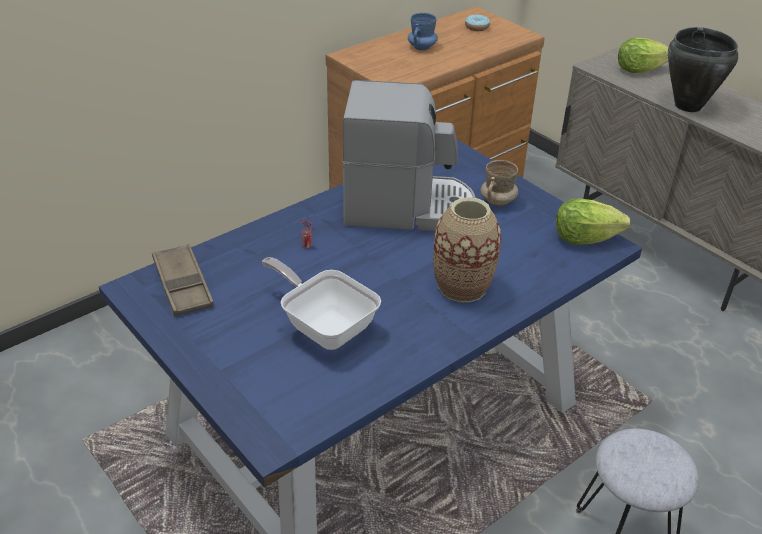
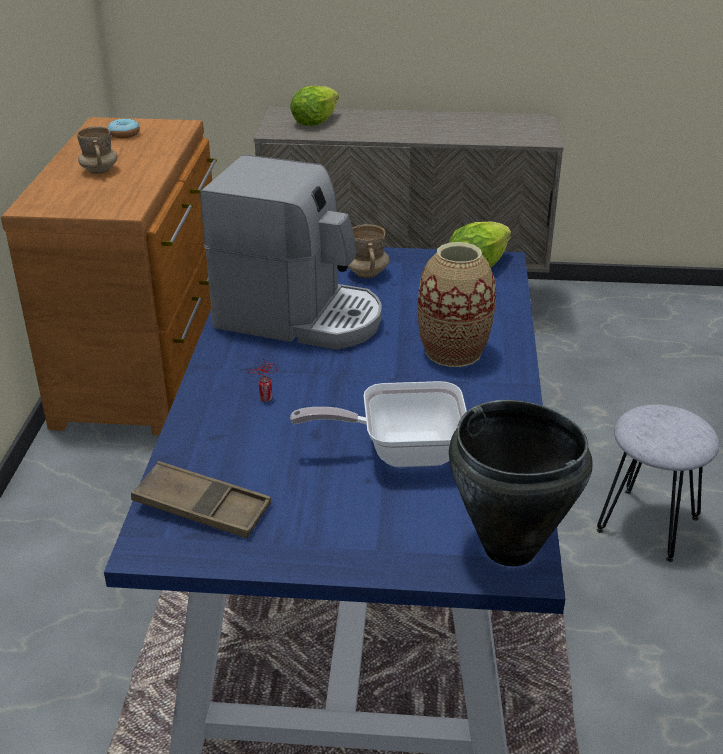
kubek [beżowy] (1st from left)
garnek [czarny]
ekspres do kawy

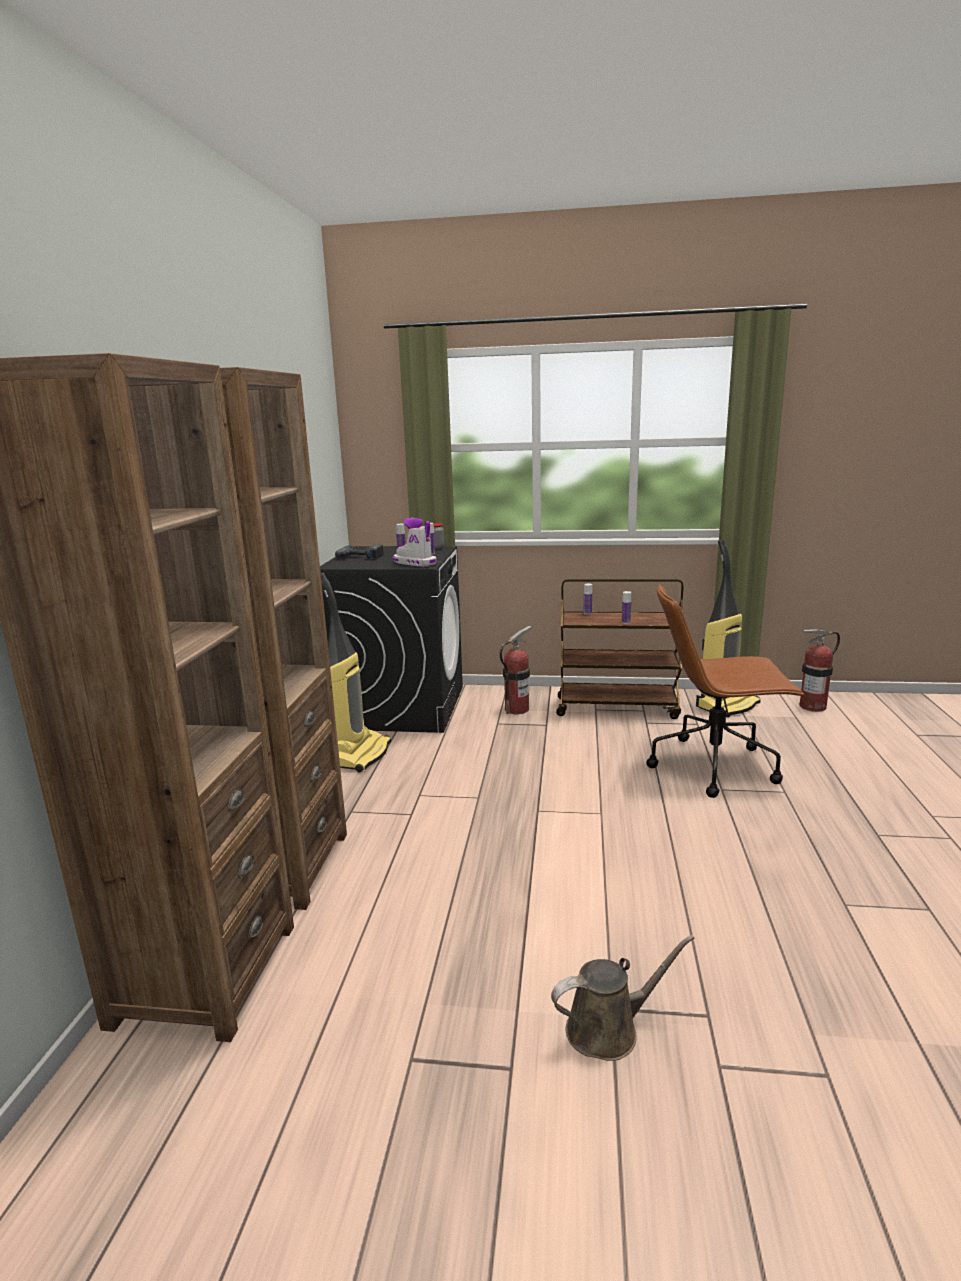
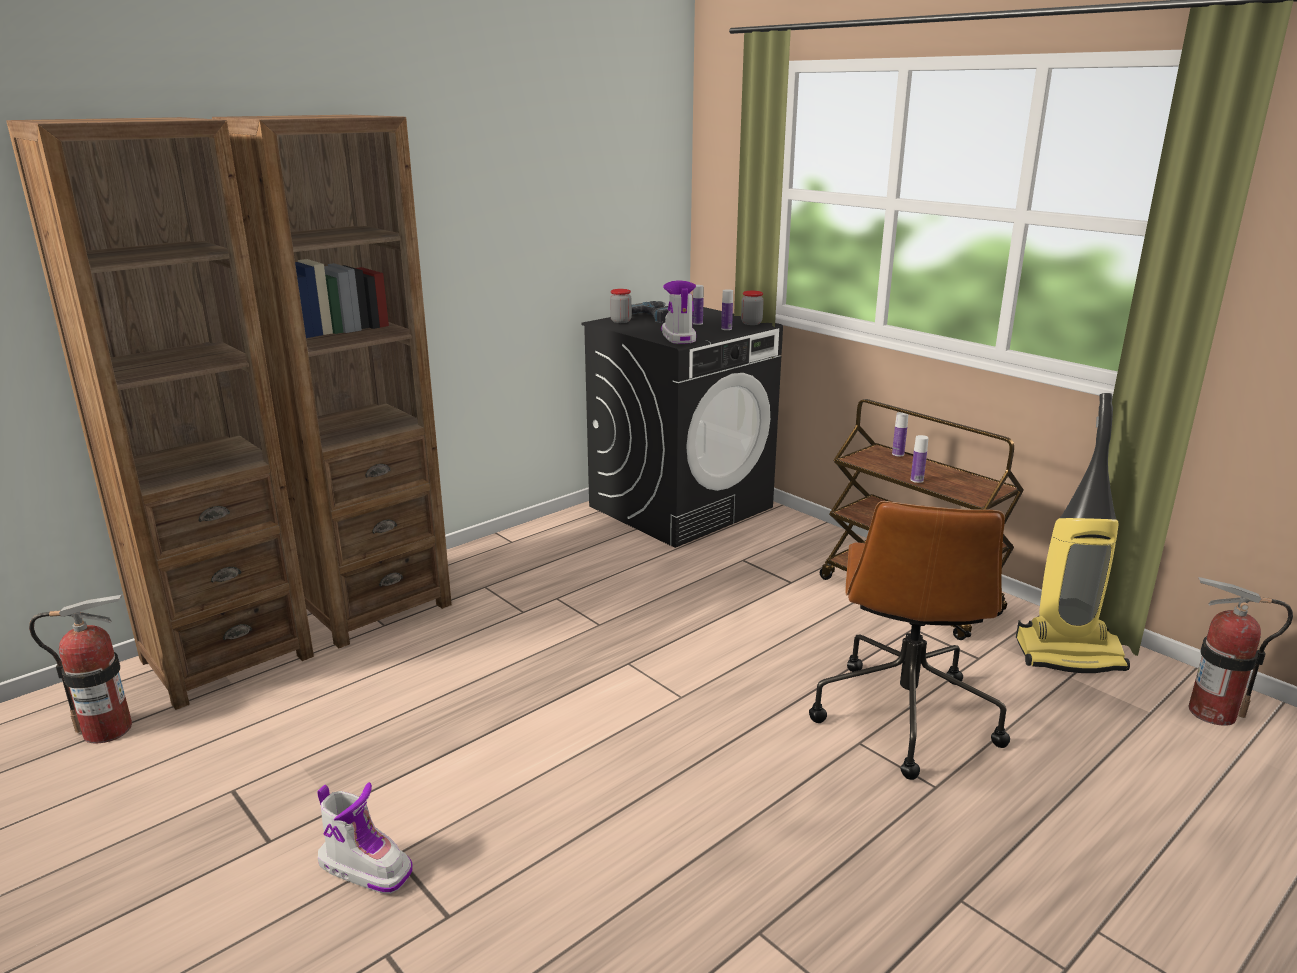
odkurzacz (1st from left in the first image)
krzesło biurowe [brązowy]
gaśnica (1st from left)
but z cholewką (1st from left)
słoik (1st from left)

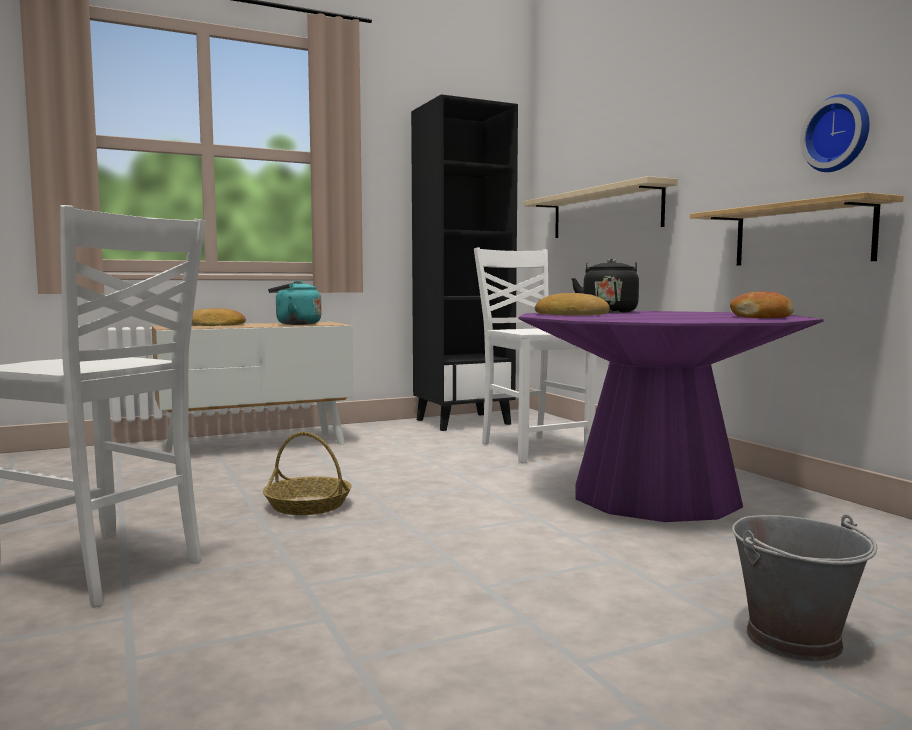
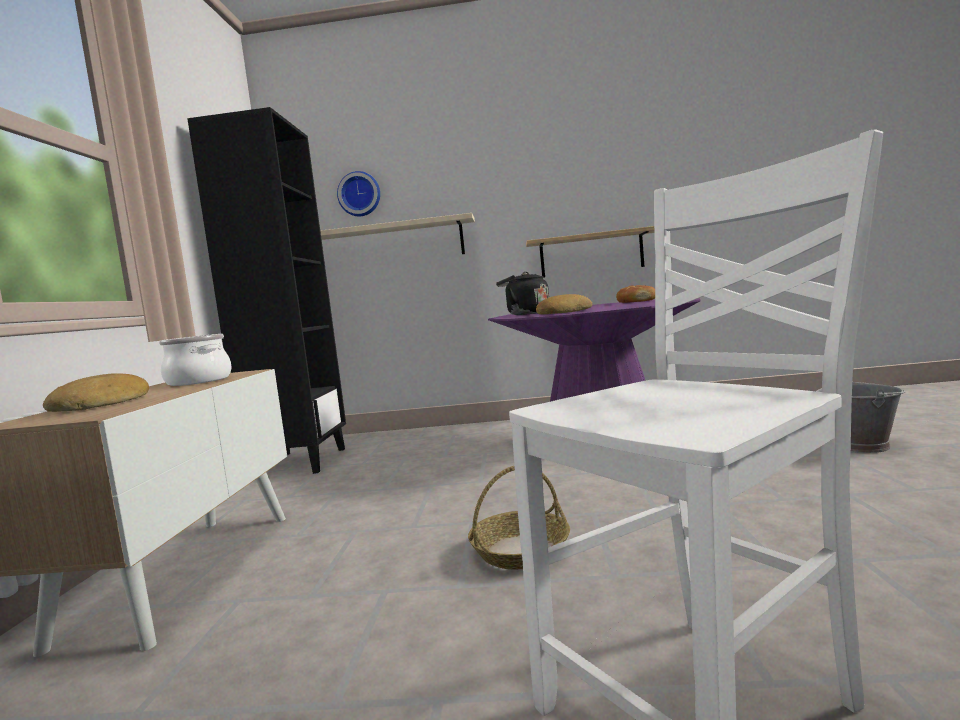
zegar ścienny
krzesło [biały] (2nd from left in the first image)
garnek

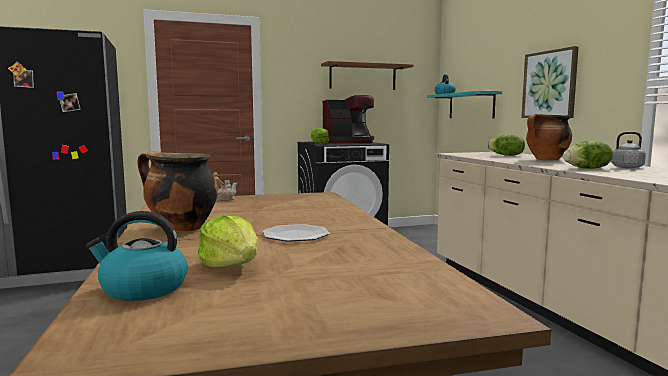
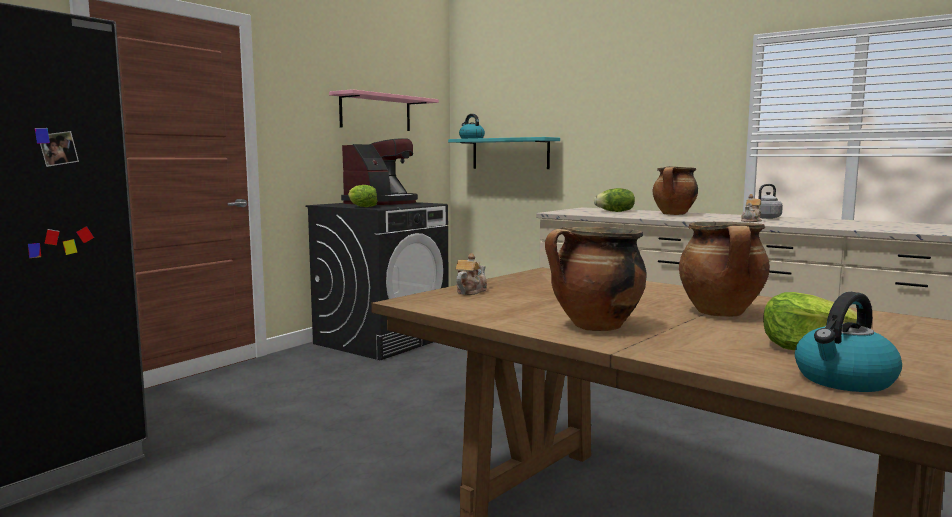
obraz
półka [różowy]
imbryk (2nd from left)
garnek (3rd from left)

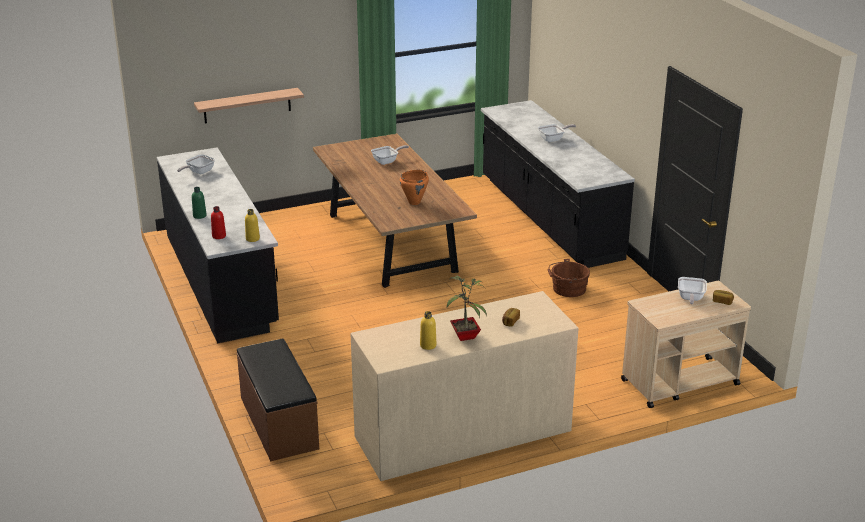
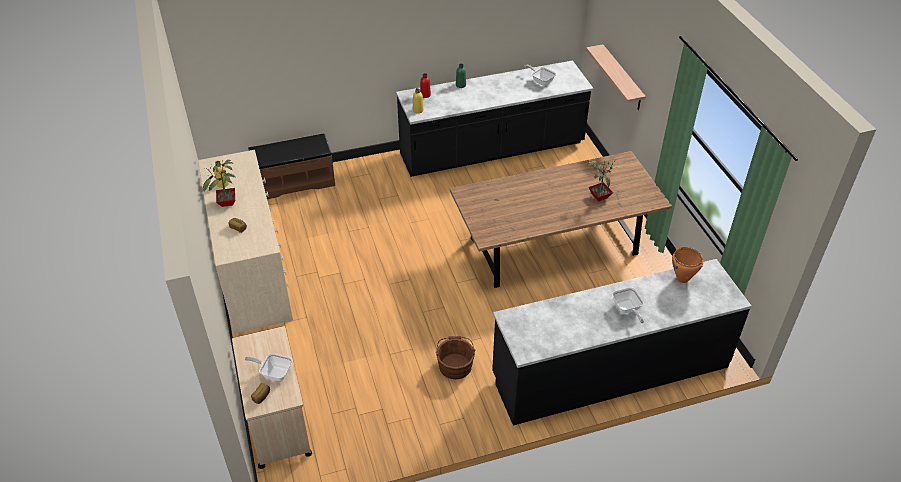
roślina doniczkowa (2nd from left)
garnek [pomarańczowy]

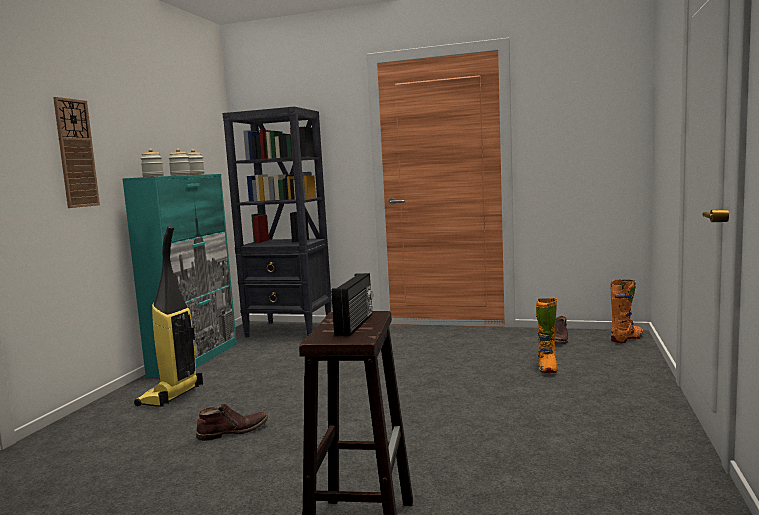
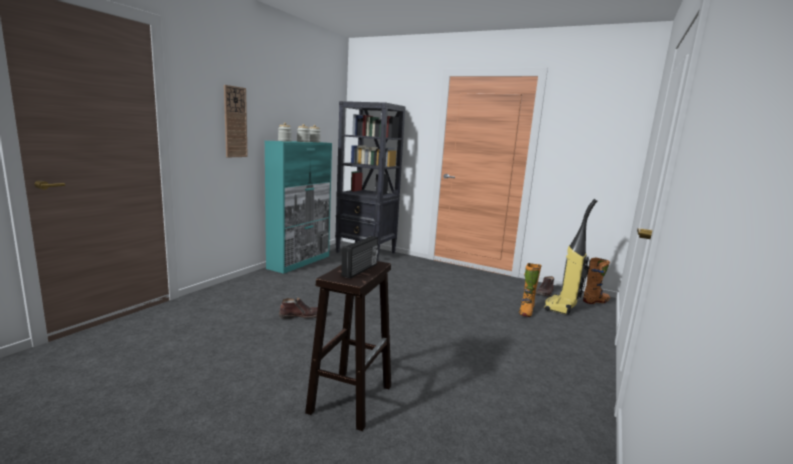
odkurzacz

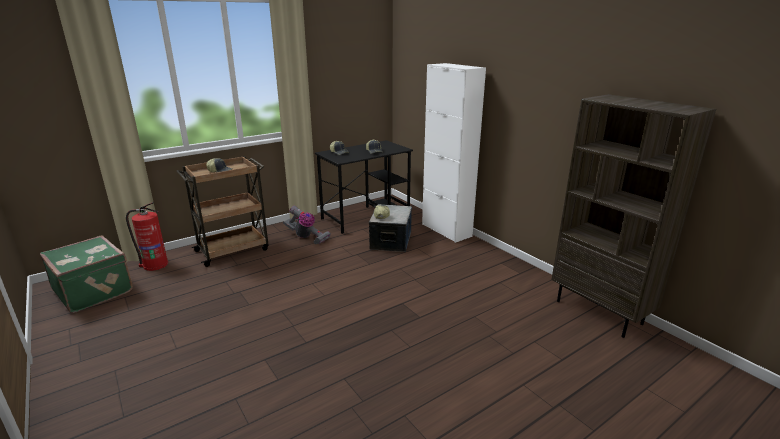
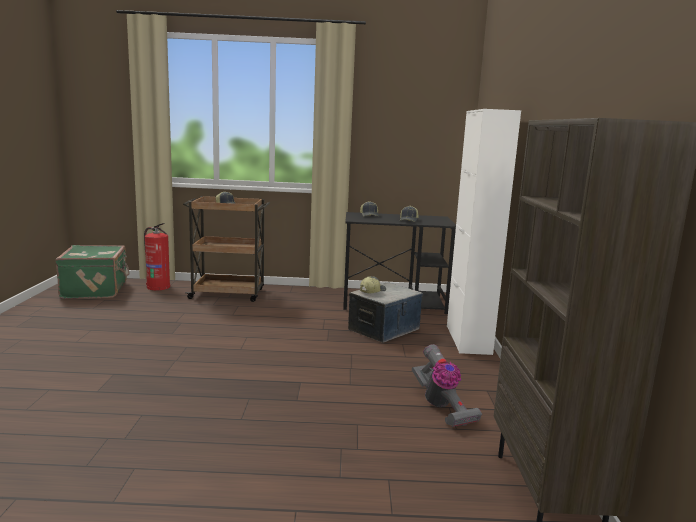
odkurzacz

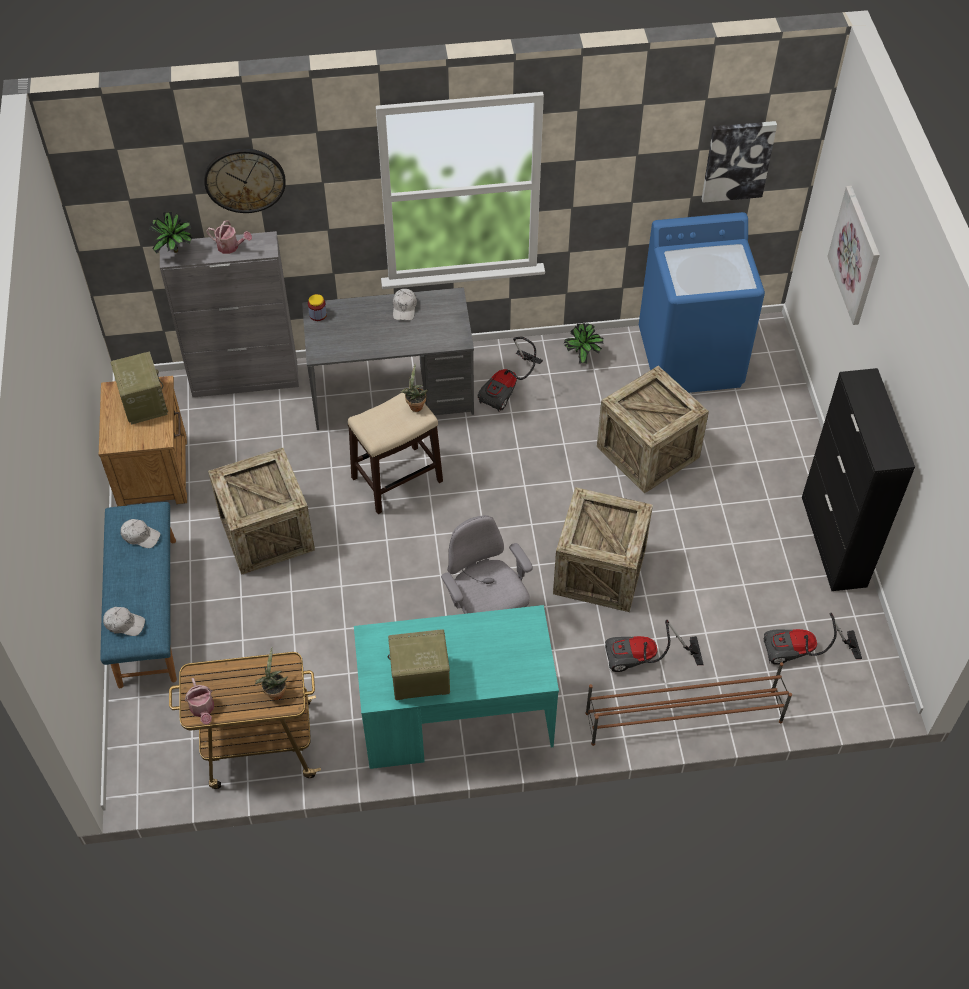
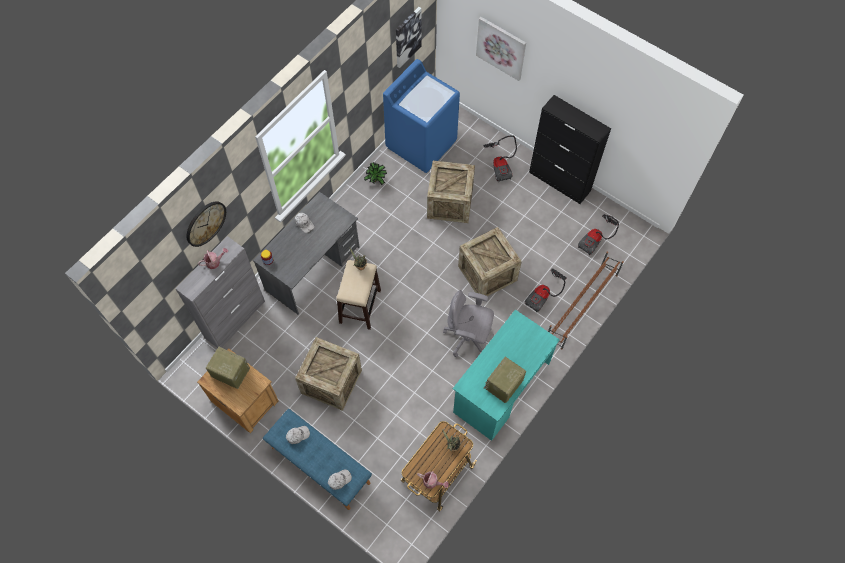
roślina doniczkowa (1st from left in the first image)
odkurzacz (1st from left)

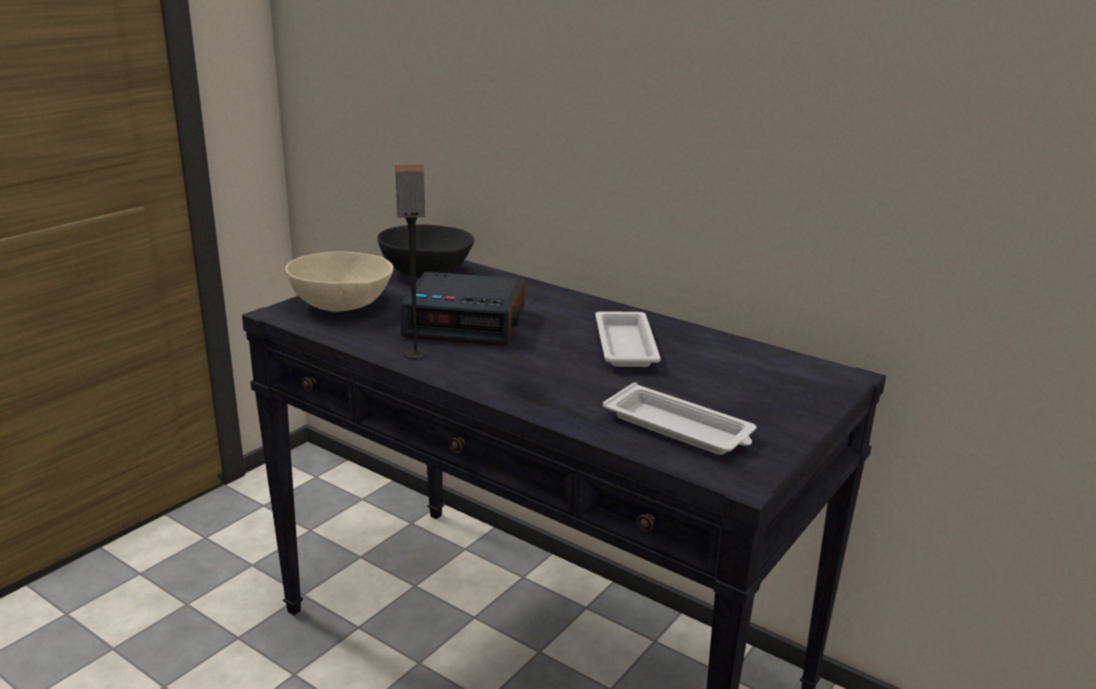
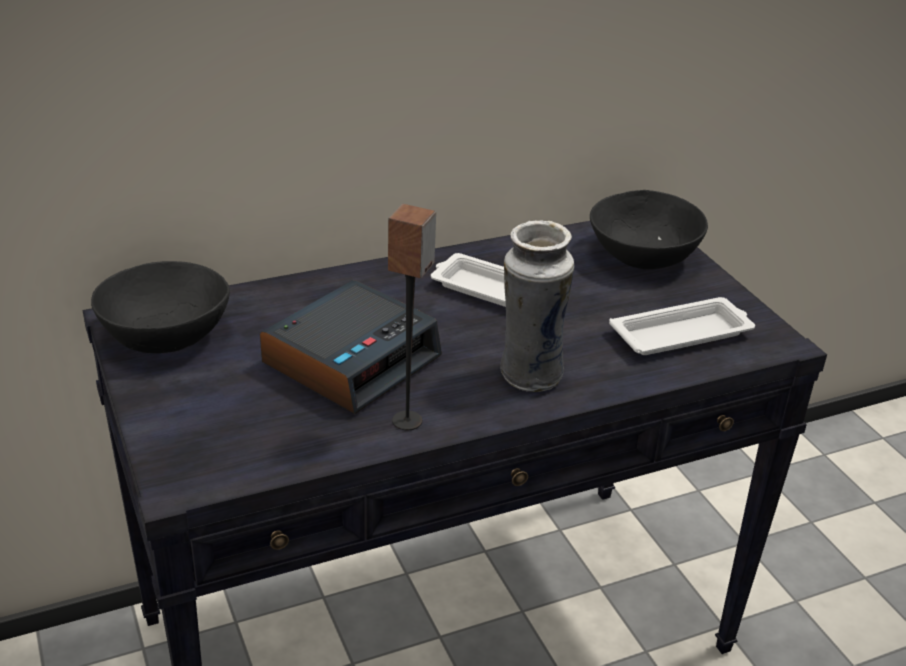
miska [beżowy]
miska [czarny] (2nd from left)
wazon

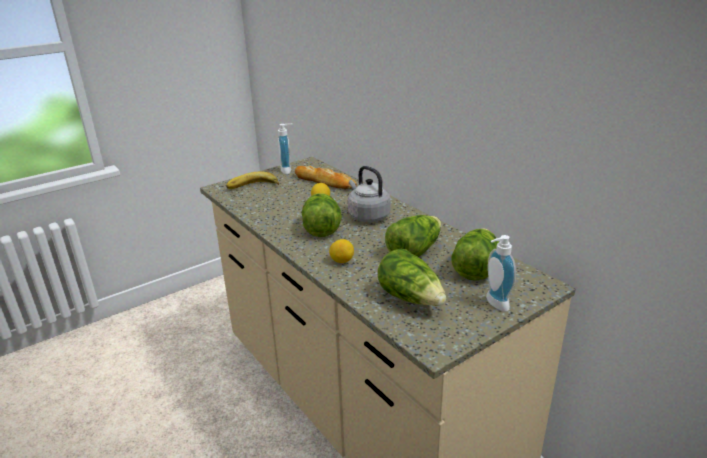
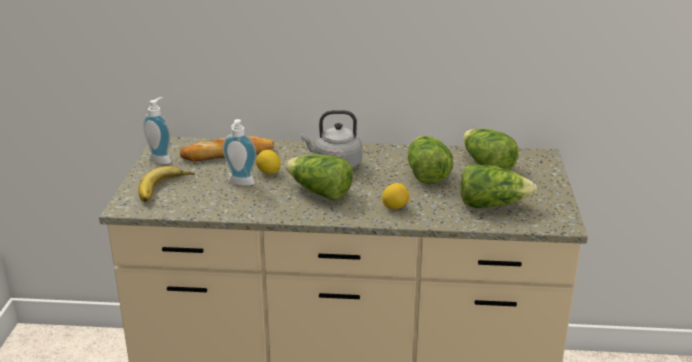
dozownik mydła (2nd from left)

